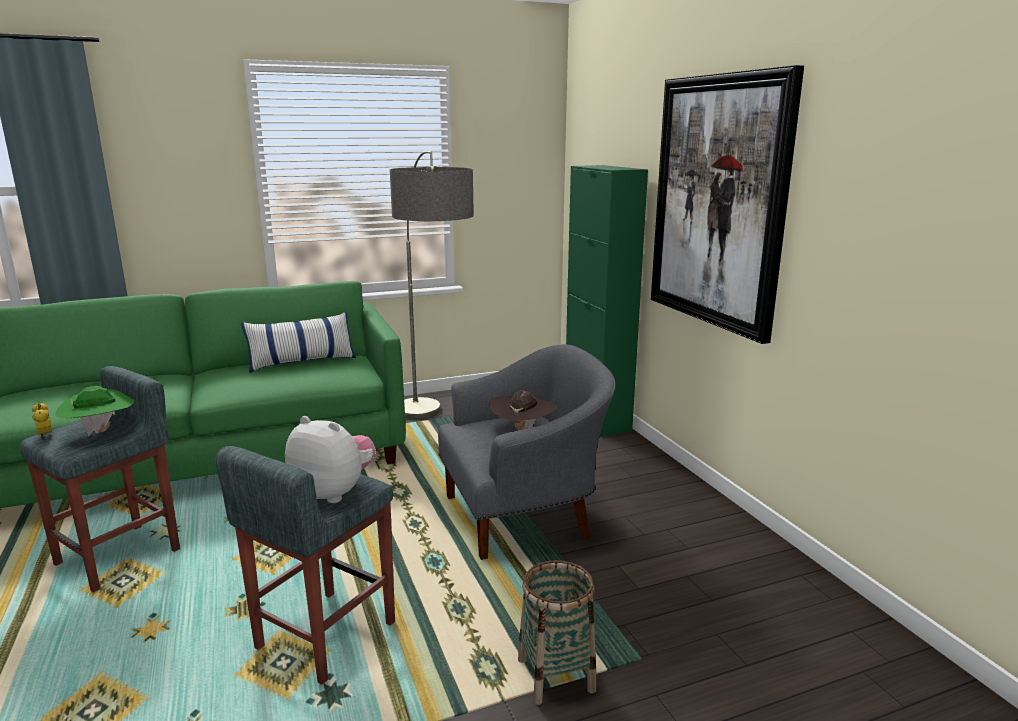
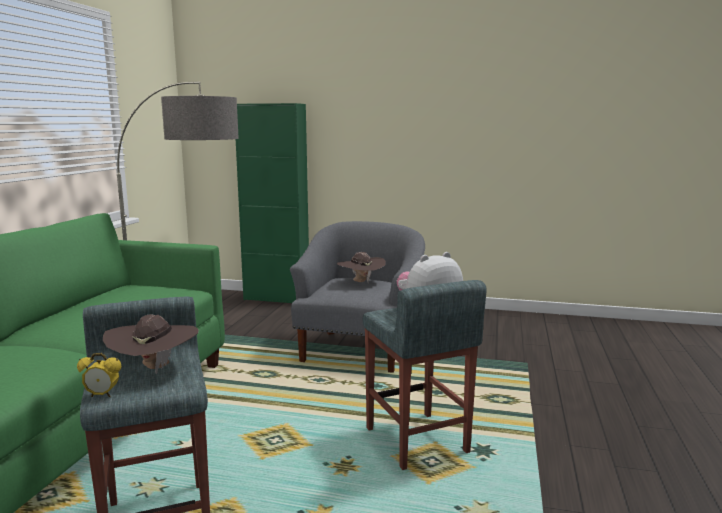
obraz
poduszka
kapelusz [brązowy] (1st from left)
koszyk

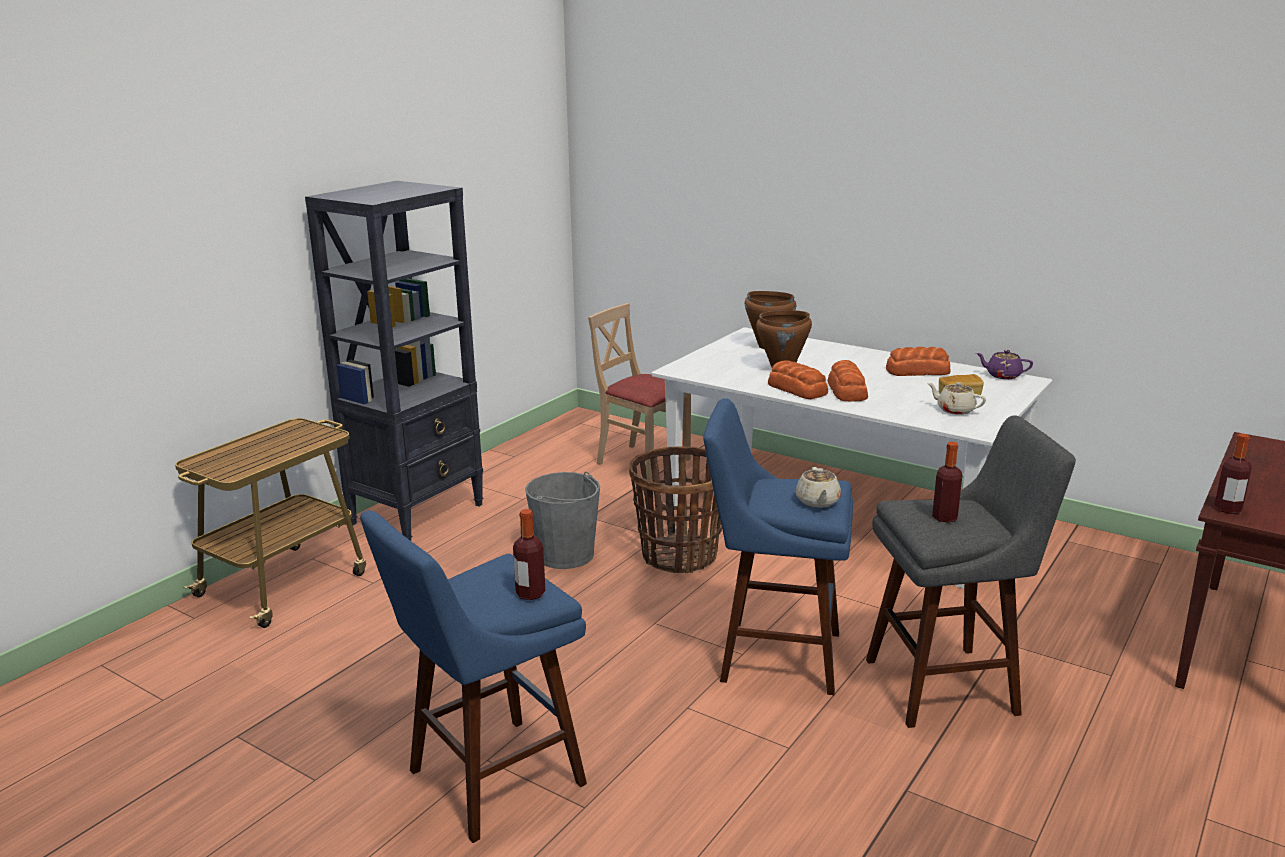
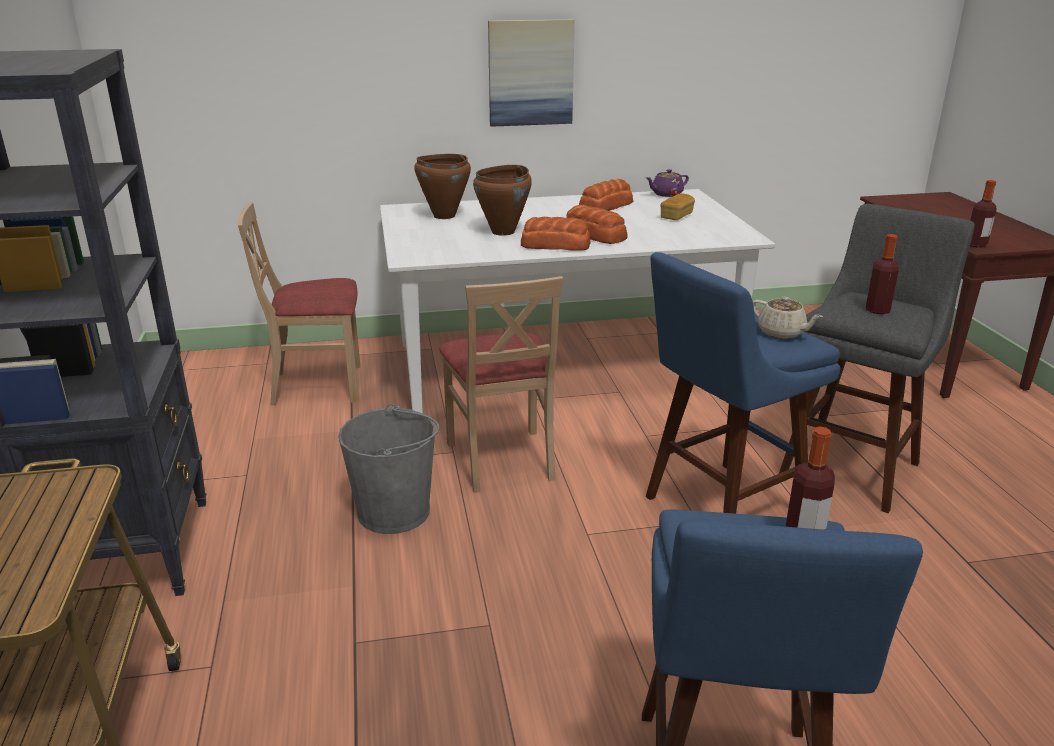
imbryk [beżowy] (2nd from left in the first image)
krzesło [beżowy] (2nd from left)
obraz

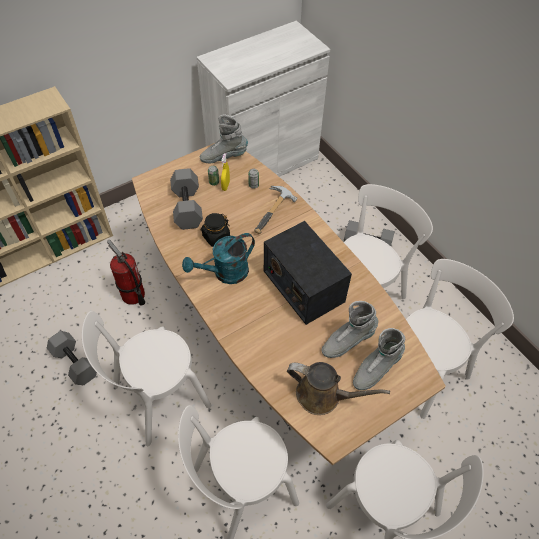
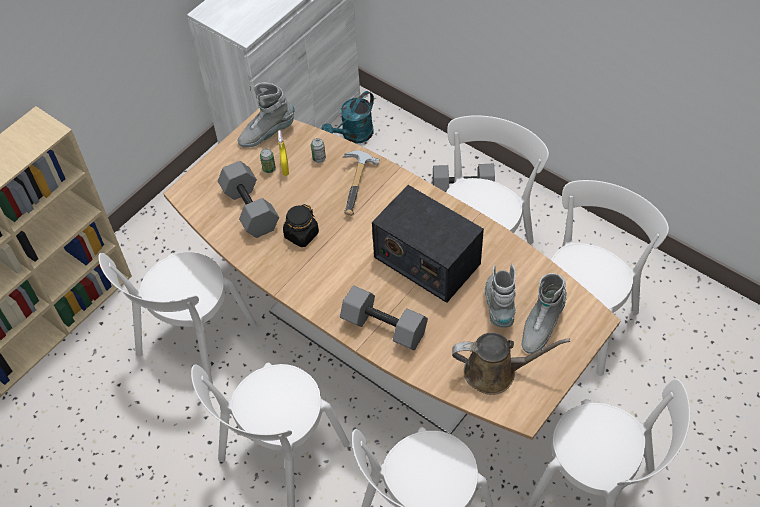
konewka [turkusowy]
krzesło [biały] (1st from left)
but z cholewką [szary] (2nd from left)
hantel [szary] (2nd from left)

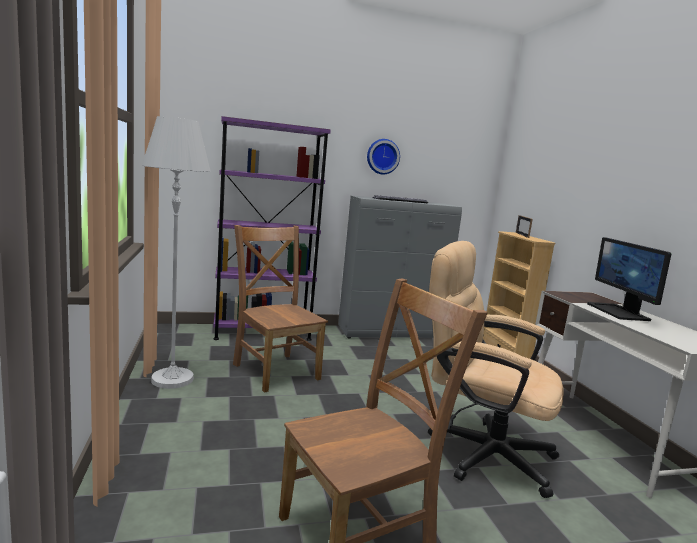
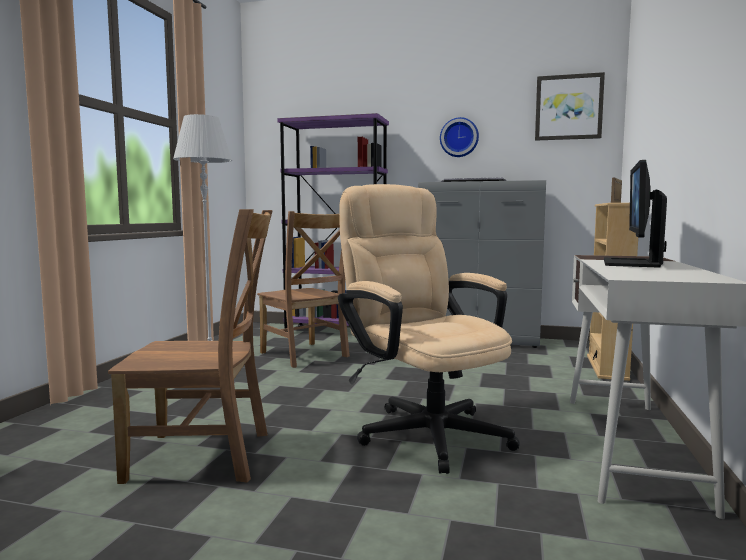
krzesło [brązowy] (2nd from left)
obraz

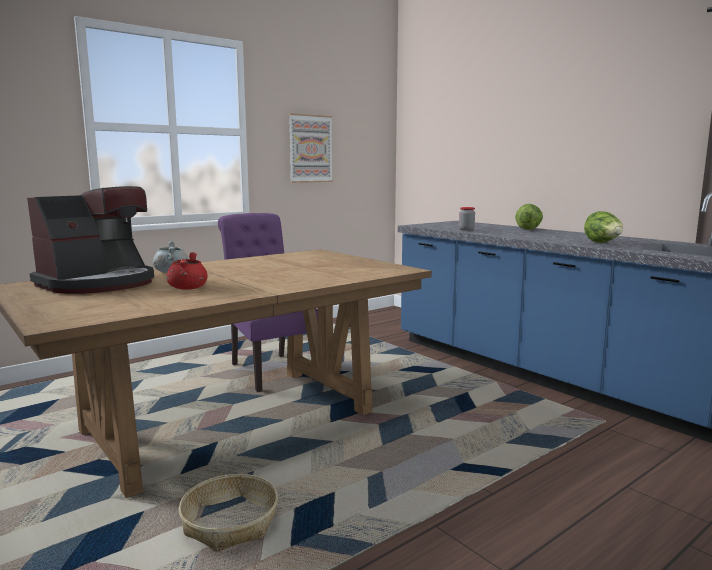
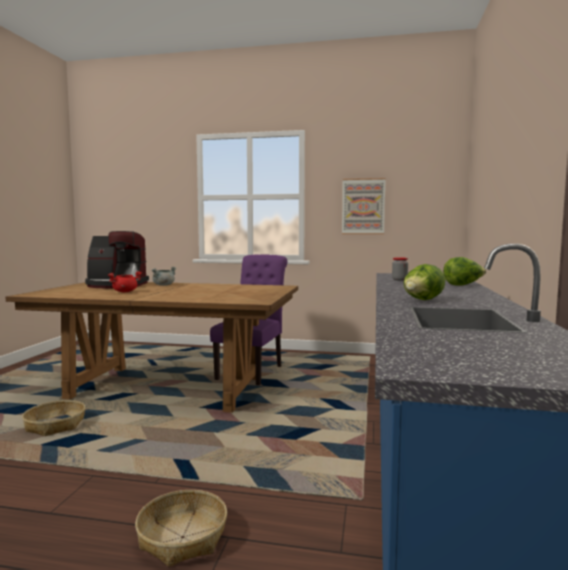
koszyk (2nd from left)

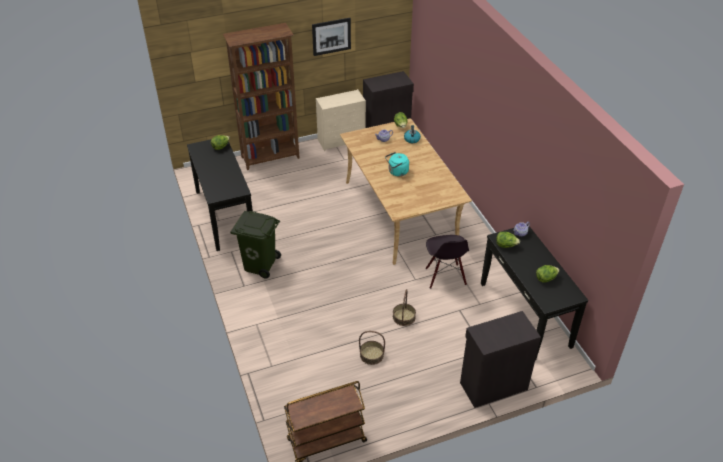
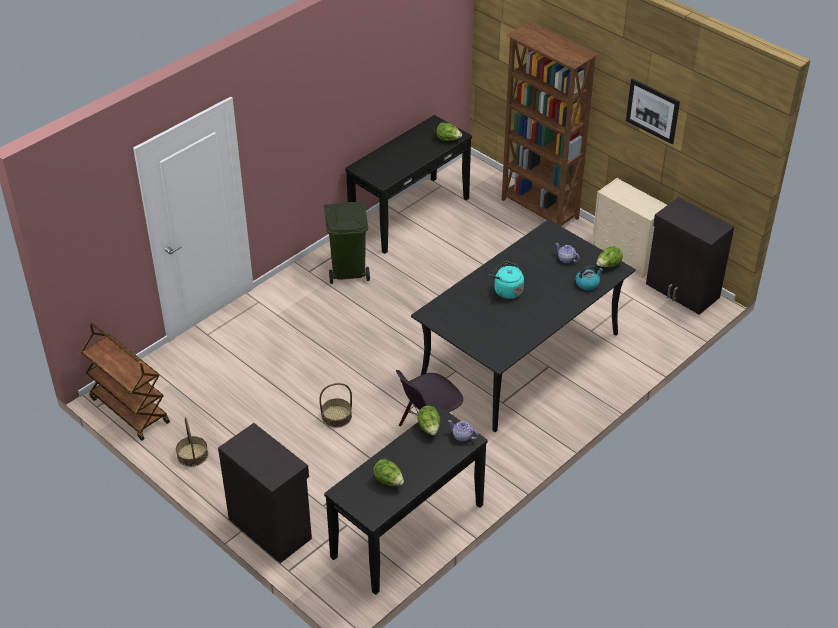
stół jadalny [czarny]
koszyk (1st from left)

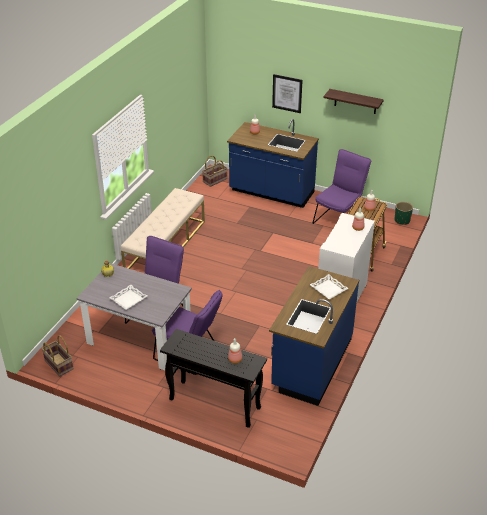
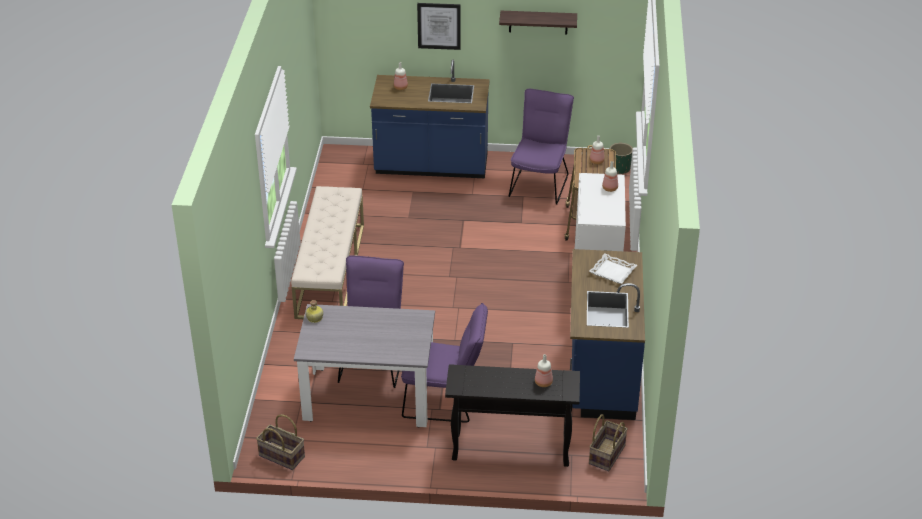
koszyk (2nd from left)
taca [biały] (1st from left in the first image)

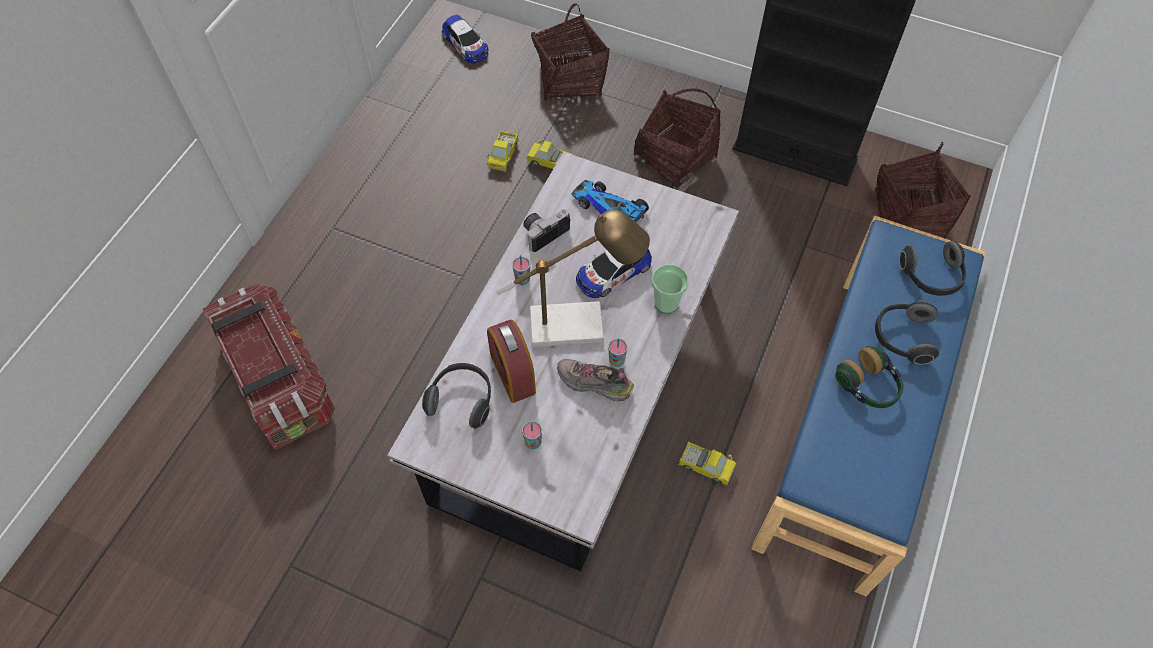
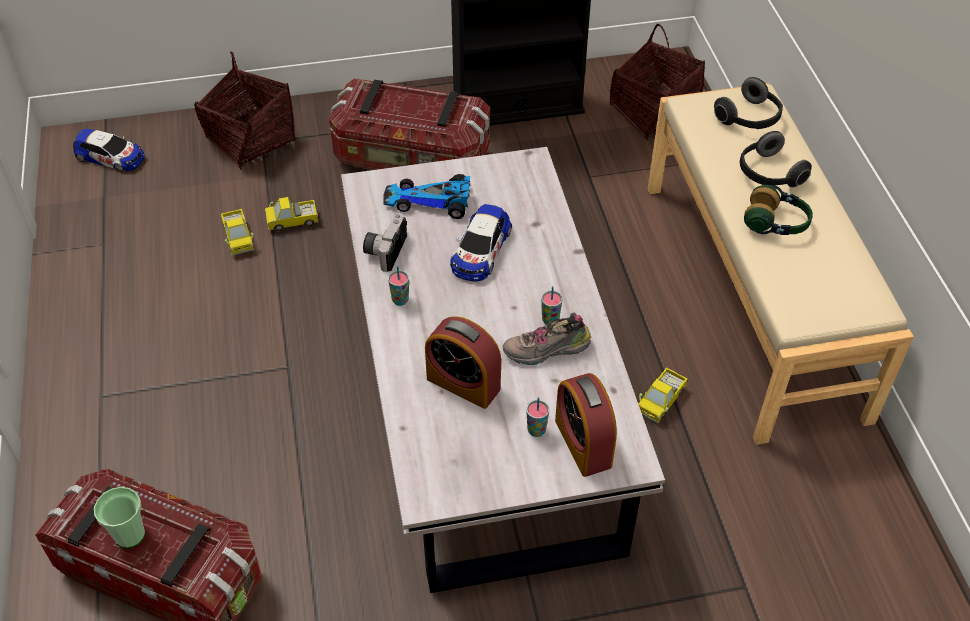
pojemnik do przechowywania (2nd from left)
lampa stołowa
ławka [beżowy]
filiżanka (1st from left)
słuchawki (1st from left in the first image)
ciężarówka zabawkowa (3rd from left)
budzik (2nd from left)

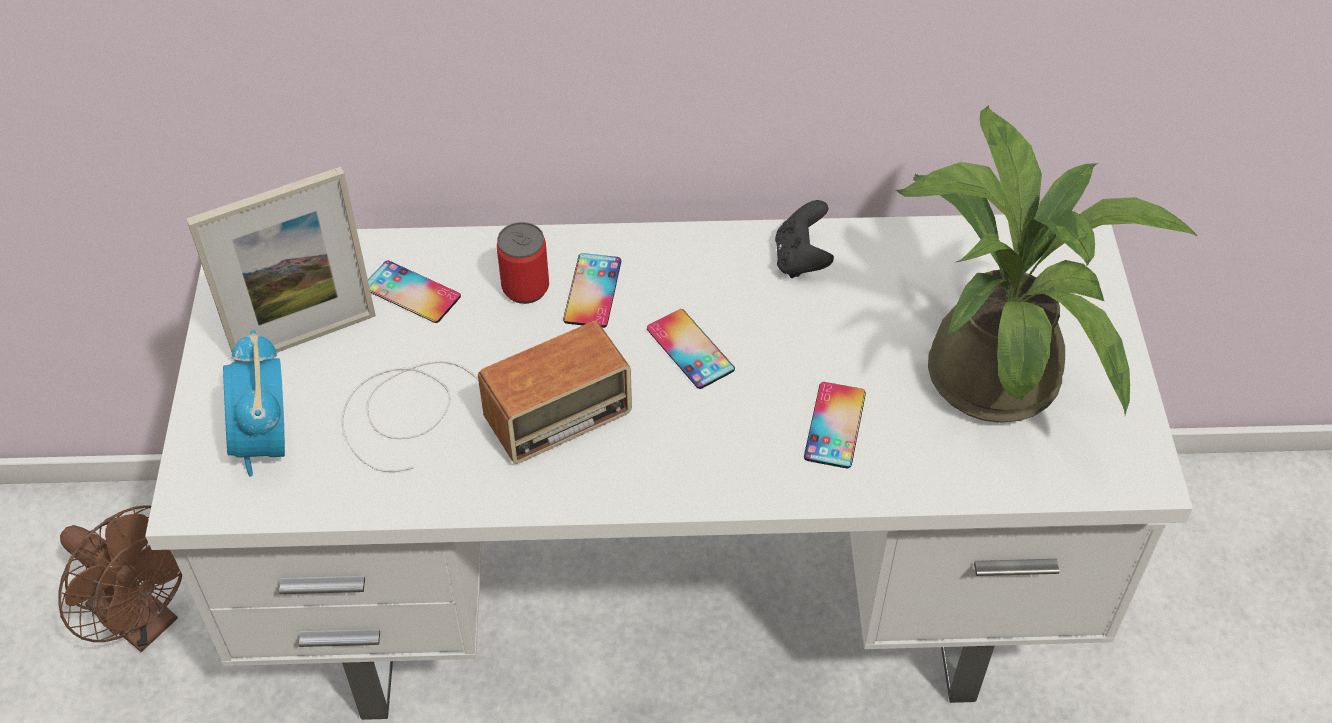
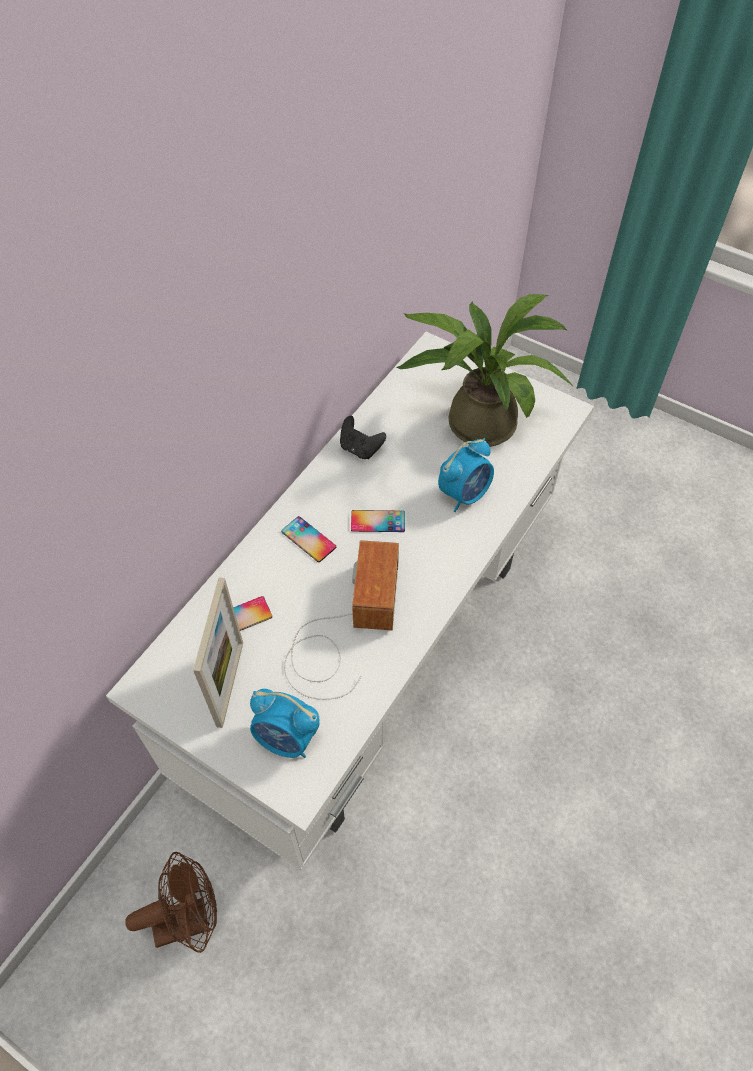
puszka
budzik (2nd from left)

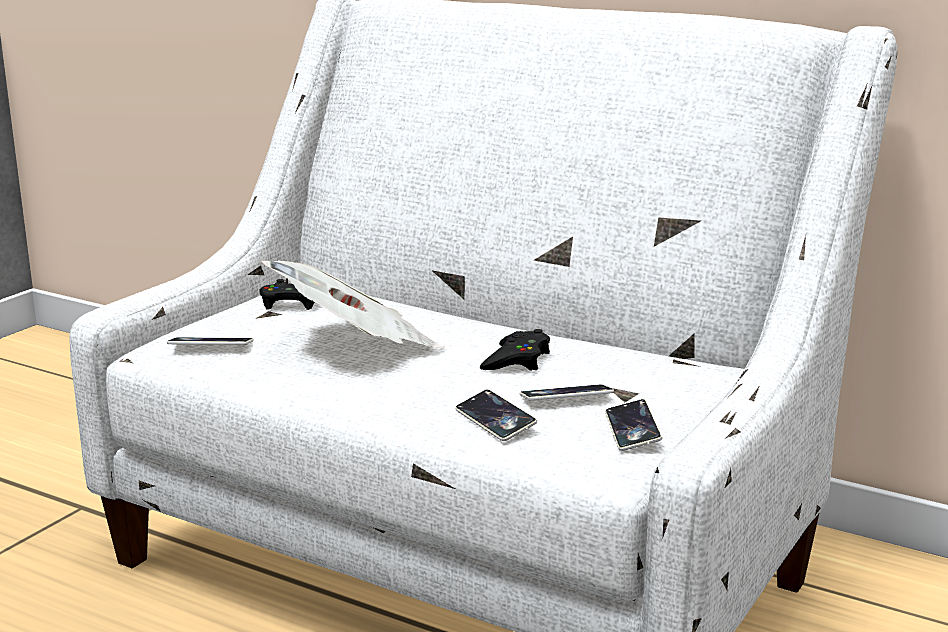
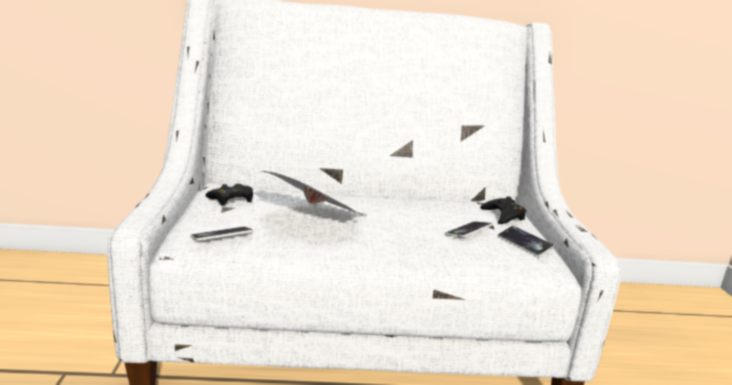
pad do gier [czarny] (2nd from left)
telefon (2nd from left in the first image)

